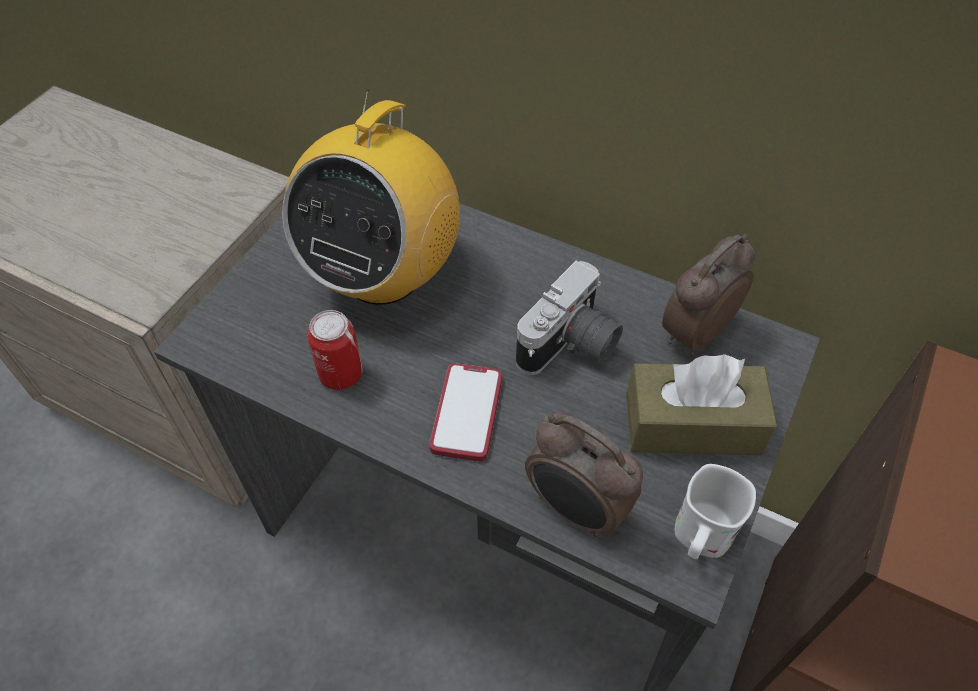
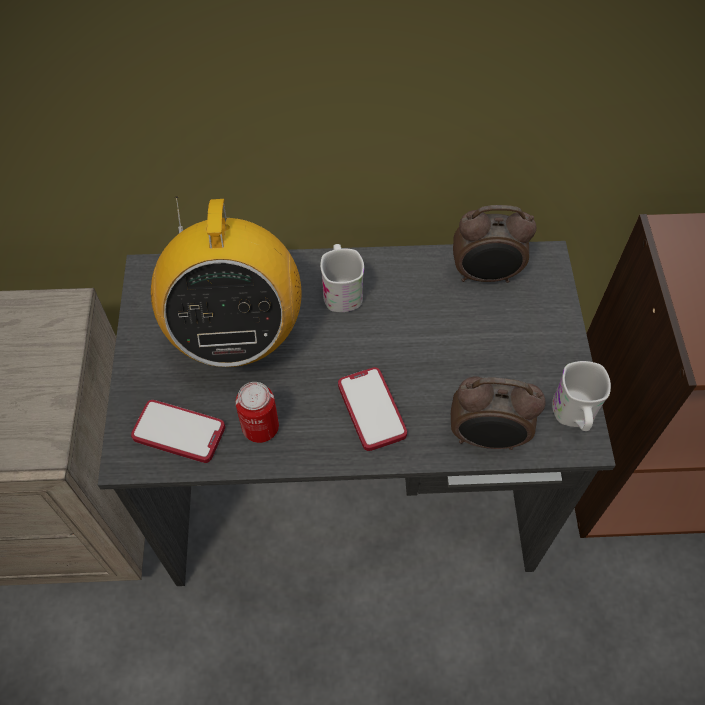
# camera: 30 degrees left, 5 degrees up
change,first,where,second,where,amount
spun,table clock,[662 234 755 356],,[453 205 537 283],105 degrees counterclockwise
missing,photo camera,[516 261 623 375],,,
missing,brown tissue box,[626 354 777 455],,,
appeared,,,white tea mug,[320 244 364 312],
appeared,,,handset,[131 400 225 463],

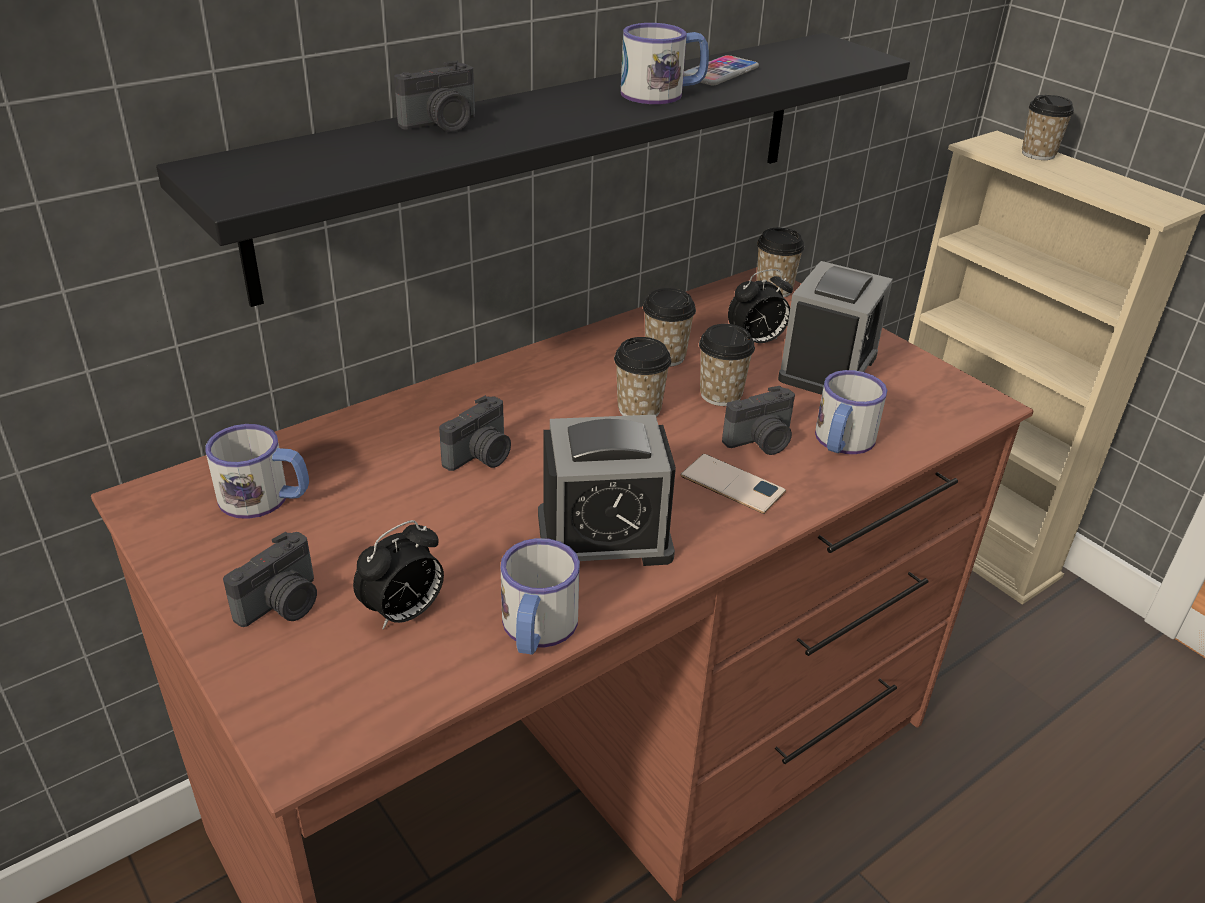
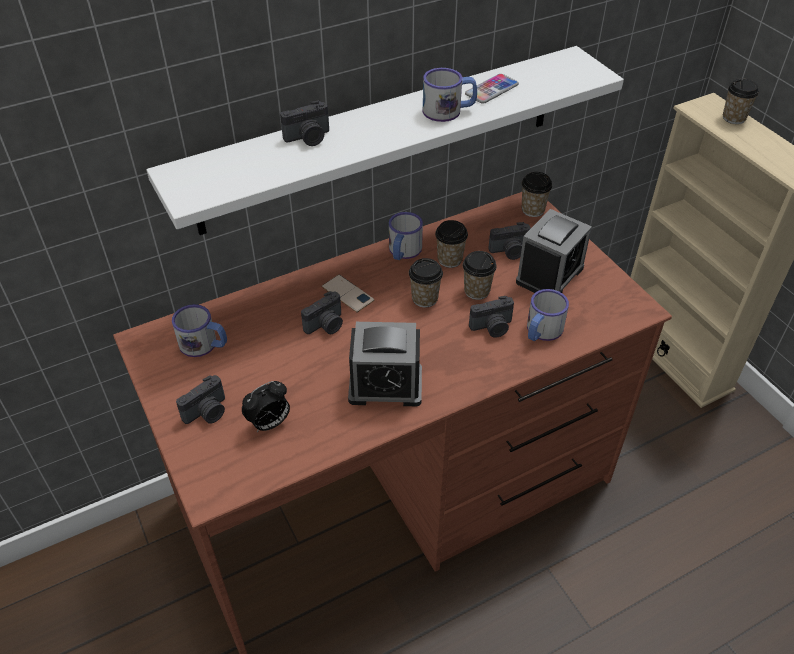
# camera: 10 degrees right, 10 degrees up
change,first,where,second,where,amount
colour,blackish bracket shelf,[156 33 910 307],white bracket shelf,[146 46 624 235],
exchanged,table clock,[728 269 793 343],photo camera,[488 222 531 260],
relocated,handset,[681 454 786 514],,[322 275 375 312],
relocated,tea mug,[501 538 580 655],,[389 212 423 260],

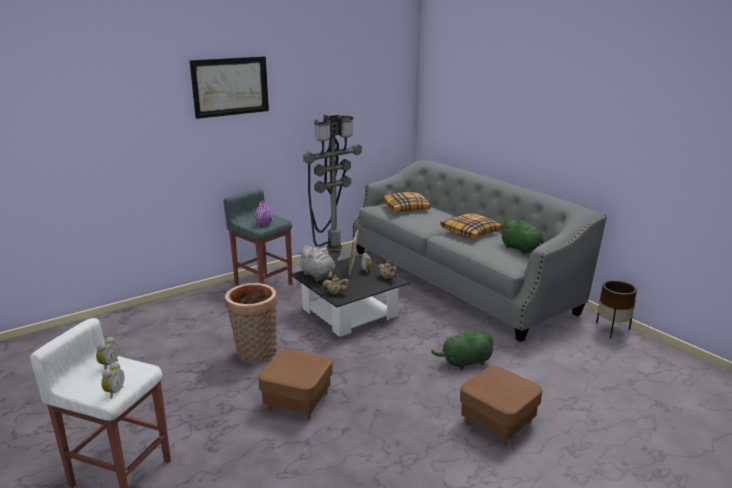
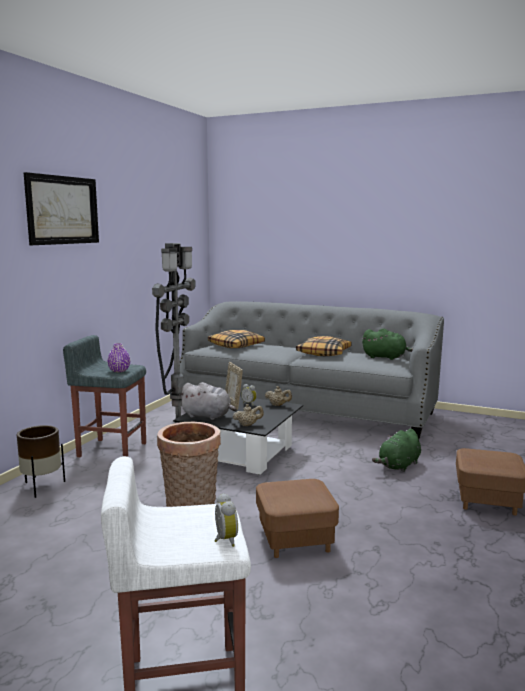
# camera: 30 degrees left, 10 degrees down
change,first,where,second,where,amount
relocated,brown plant pot,[596 280 637 338],,[17 425 65 498],
missing,table clock,[96 337 119 370],,,

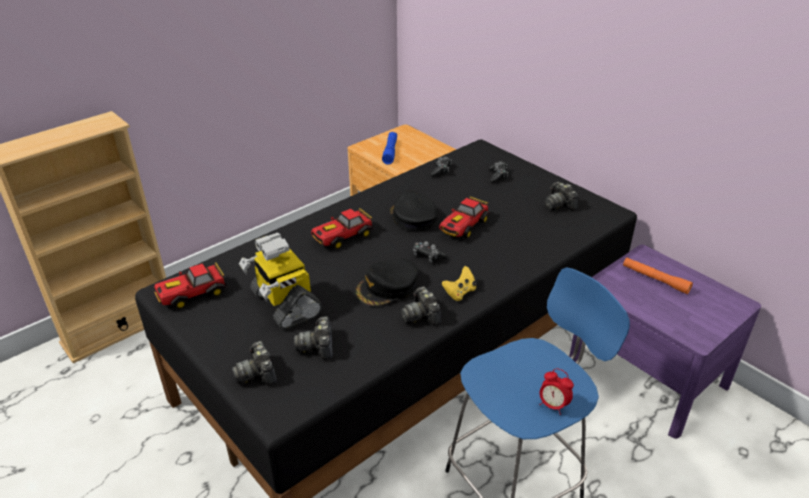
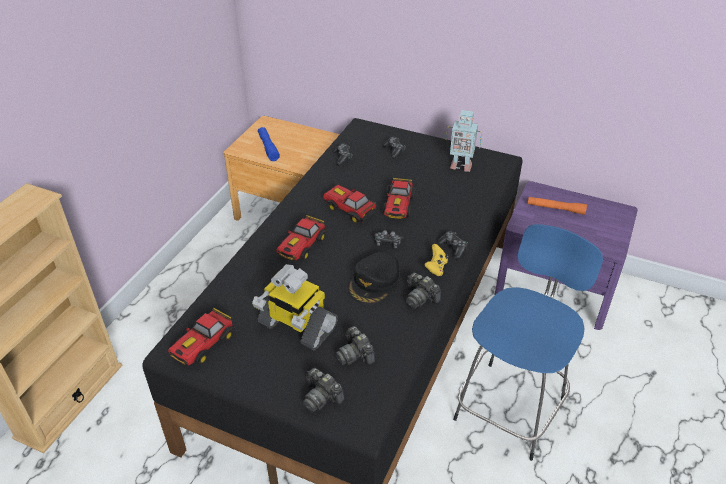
# camera: 25 degrees left, 5 degrees up
change,first,where,second,where,amount
exchanged,photo camera,[544 182 578 211],robot figure,[446 110 482 172],
exchanged,blackish baseball cap,[390 190 437 231],model car,[323 185 377 223],
missing,table clock,[539 368 574 415],,,
appeared,,,joypad,[437 231 468 259],

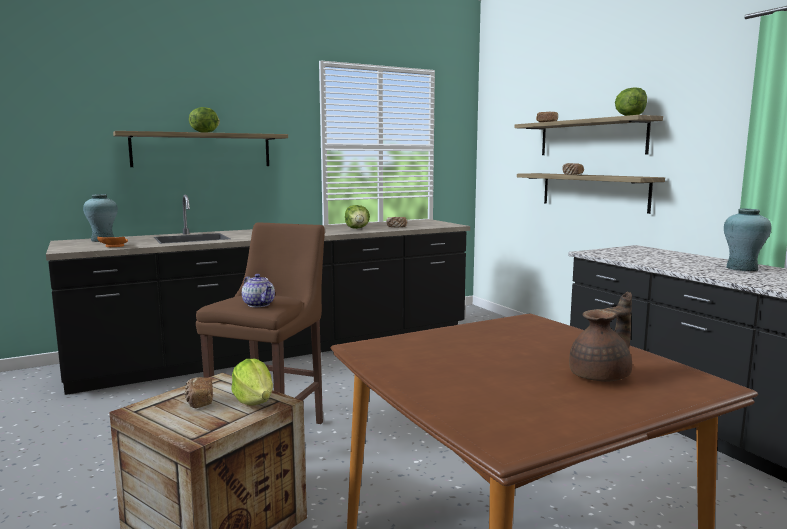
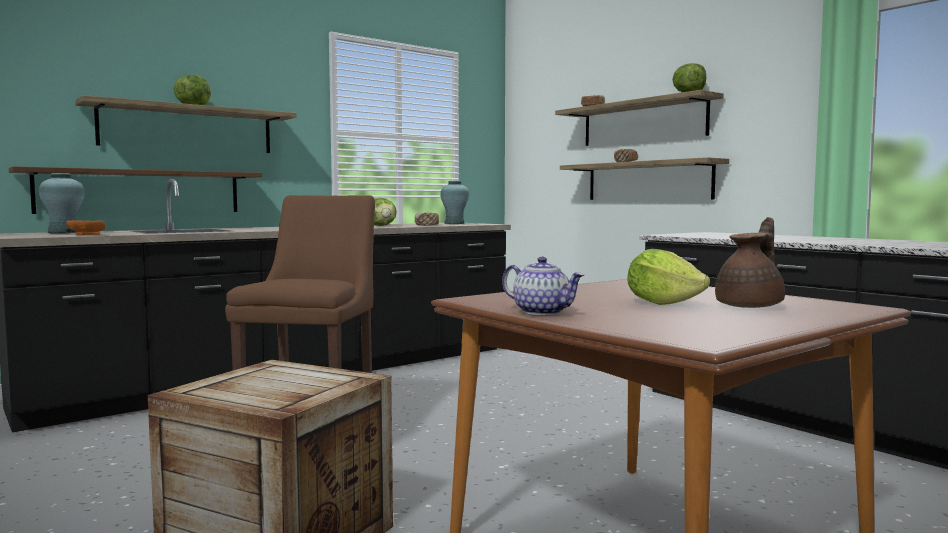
# camera: 10 degrees left, 5 degrees down
change,first,where,second,where,amount
relocated,turquoise-coloured decorative vase,[724 208 771 271],,[440 181 469 224],
relocated,pot for tea,[242 274 275 307],,[502 257 584 315],
relocated,lettuce head,[231 359 273 406],,[627 249 710 305],
missing,baked bread,[184 377 213 408],,,
appeared,,,brown bracket shelf,[9 166 262 214],

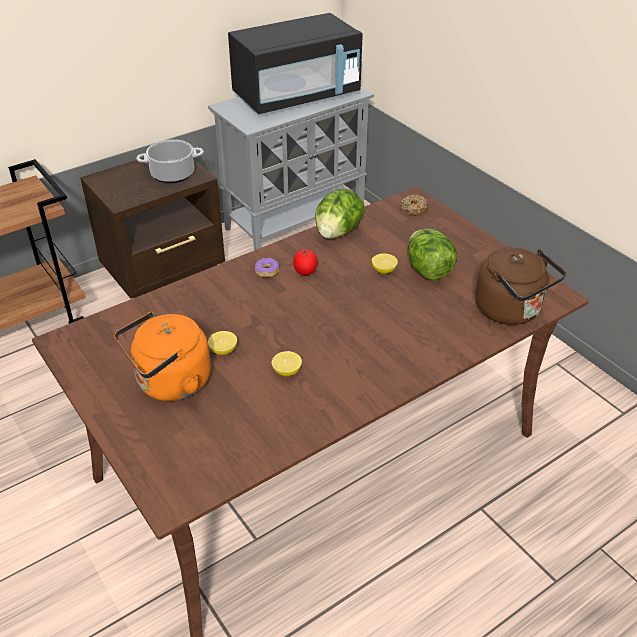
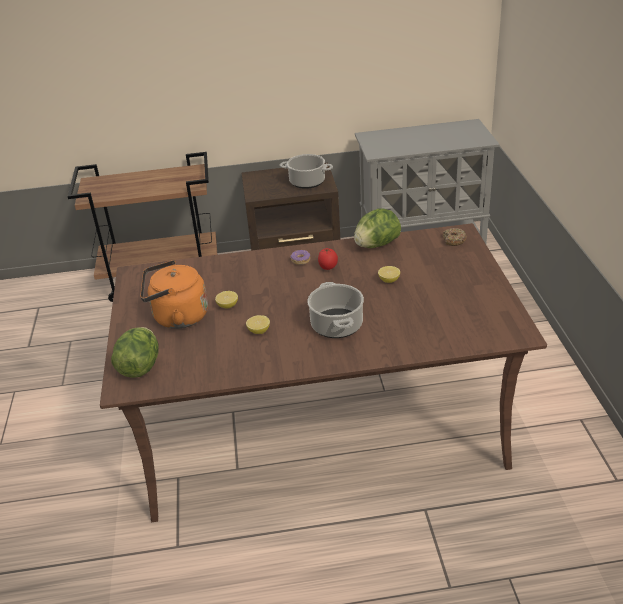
# camera: 30 degrees right, 5 degrees down
change,first,where,second,where,amount
missing,blackish kitchen microwave,[228 13 363 114],,,
relocated,lettuce head,[408 229 457 280],,[111 327 159 378],
missing,brown kettle,[475 247 566 325],,,
appeared,,,stockpot,[307 282 364 338],

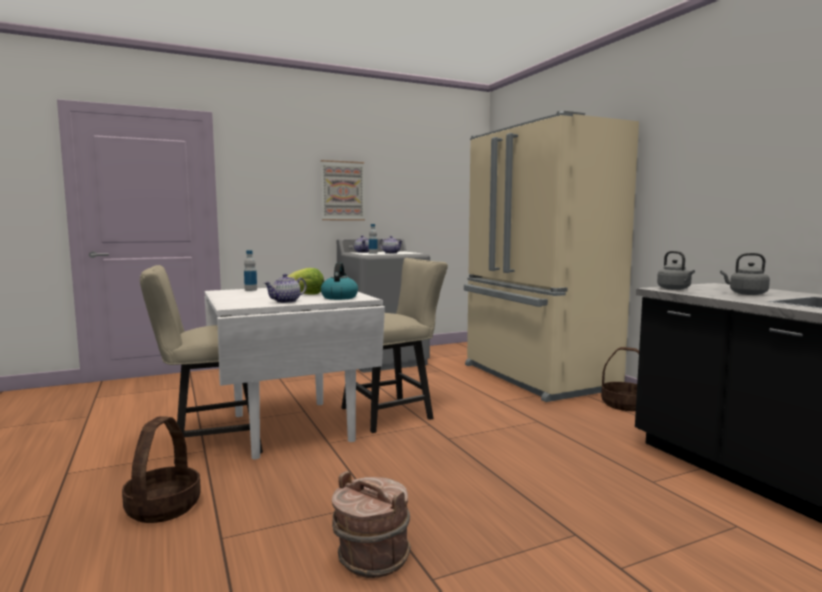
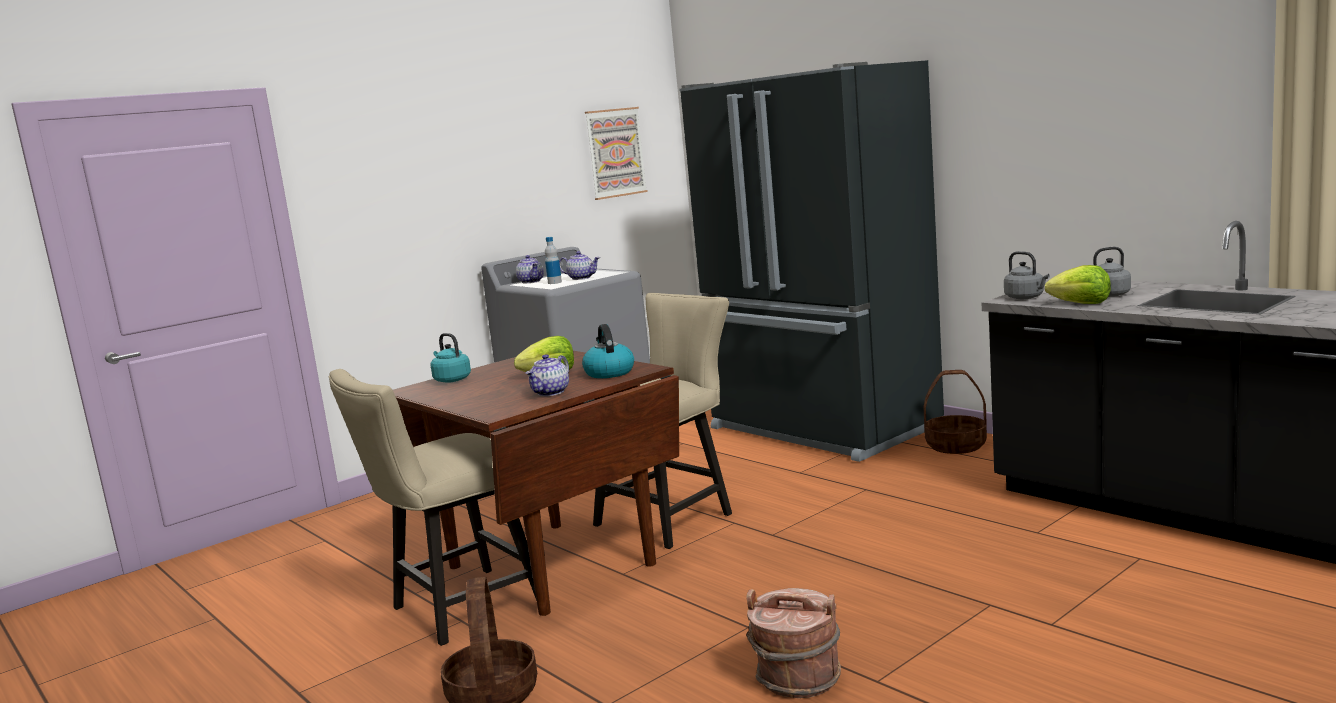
# camera: 15 degrees left, 5 degrees up
change,first,where,second,where,amount
colour,sand-coloured kitchen fridge,[464 111 639 402],blackish kitchen fridge,[679 60 944 462],
relocated,wall picture,[321 160 365 220],,[585 107 648 200],
exchanged,beverage bottle,[244 250 257 291],turquoise-coloured kettle,[430 333 471 383],
colour,white kitchen table,[205 288 385 459],brown kitchen table,[393 351 679 616],
appeared,,,lettuce head,[1045 265 1111 304],

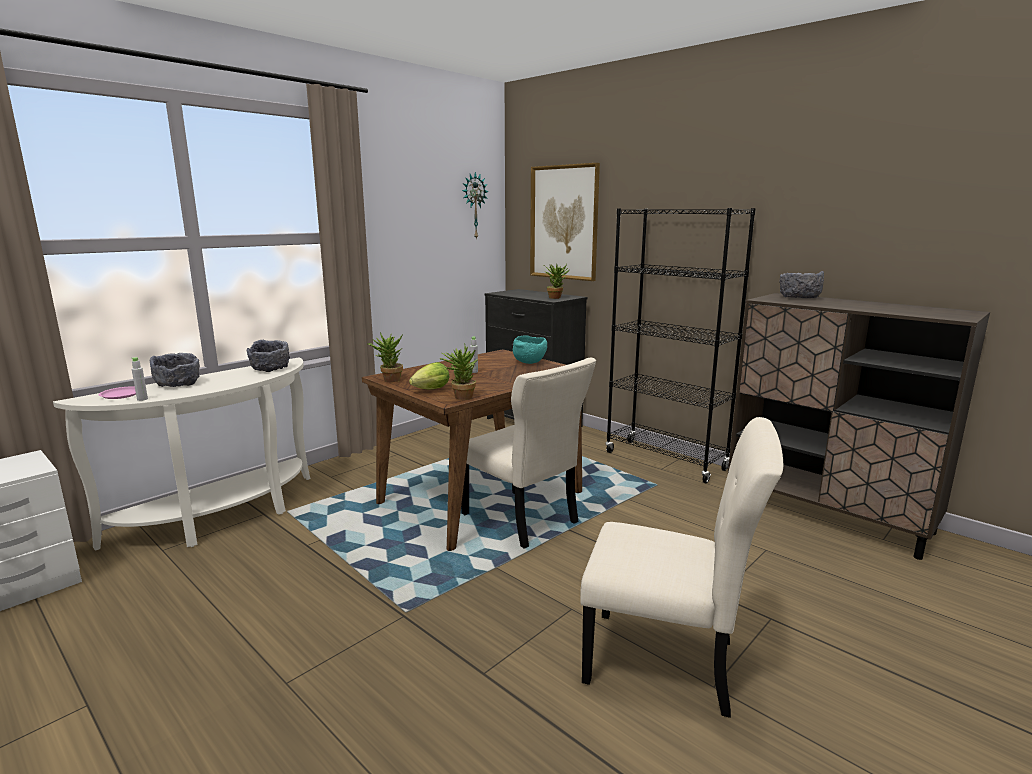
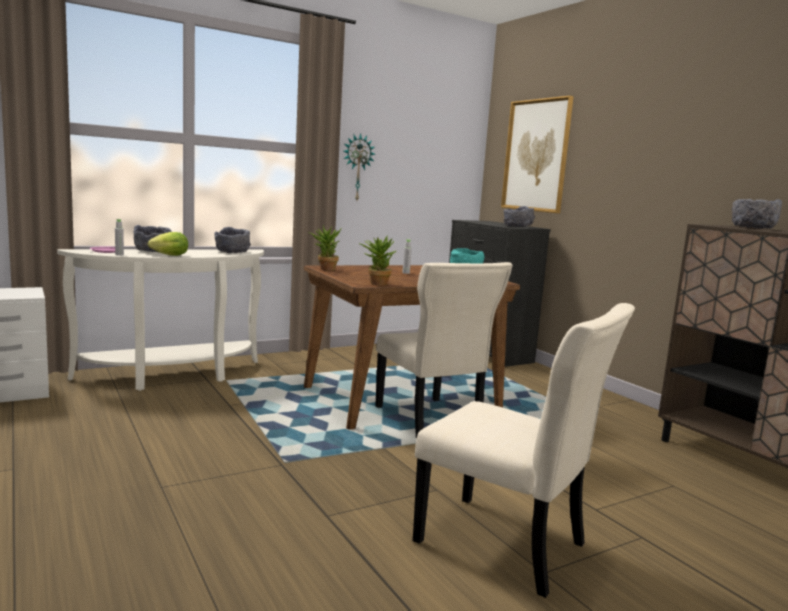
# camera: 15 degrees right, 5 degrees down
change,first,where,second,where,amount
relocated,hanging clock,[462 172 489 240],,[343 133 375 200],
missing,blackish bookshelf,[606 208 756 483],,,
exchanged,houseplant,[544 264 569 299],gray serving bowl,[503 206 535 227],
relocated,lettuce head,[409 362 449 390],,[148 232 188 256],

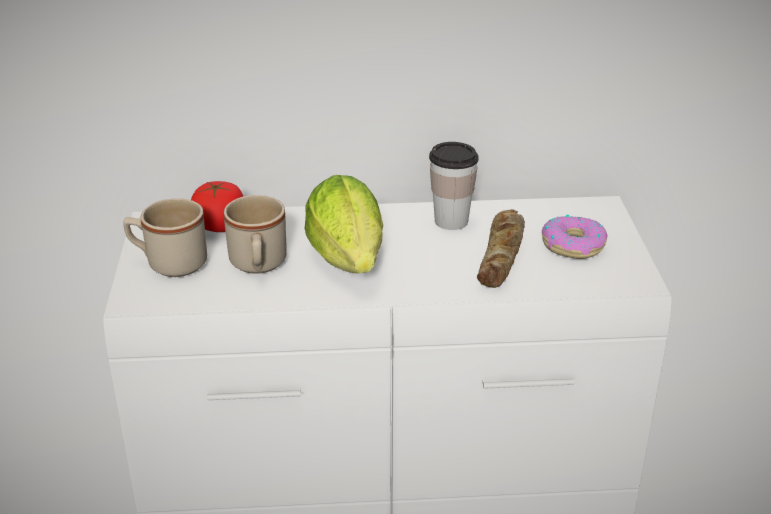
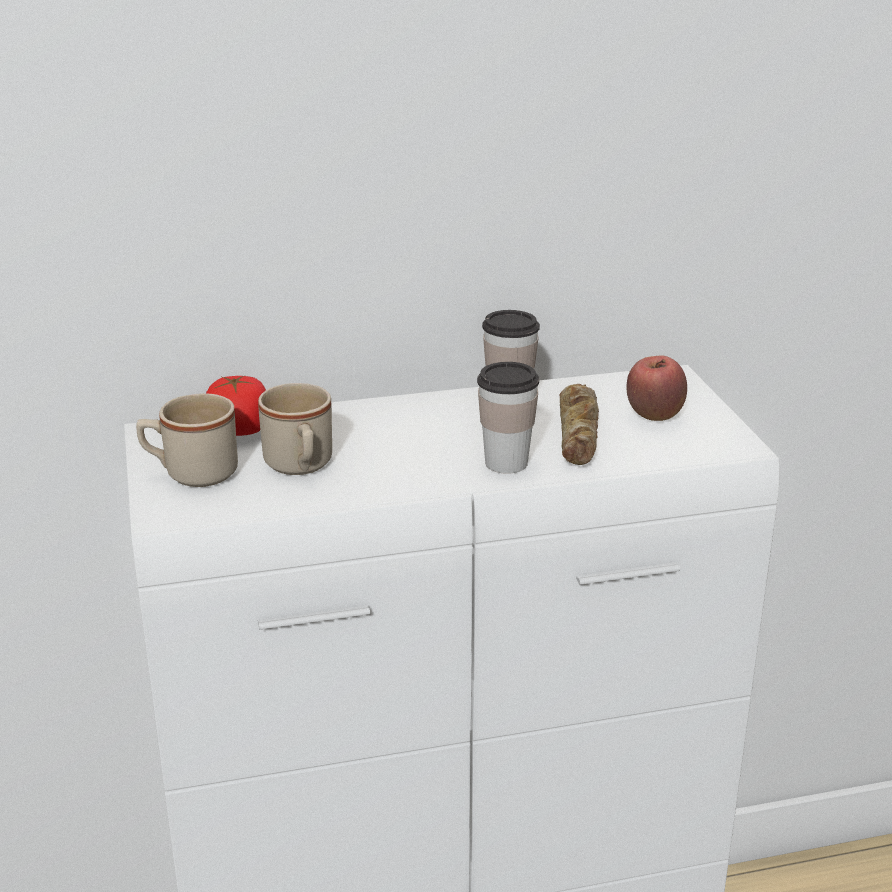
# camera: 10 degrees left, 5 degrees down
change,first,where,second,where,amount
missing,lettuce head,[305 175 383 273],,,
exchanged,donut,[542 215 608 259],whole apple,[626 355 687 421],
appeared,,,drinking cup,[477 362 539 474],

